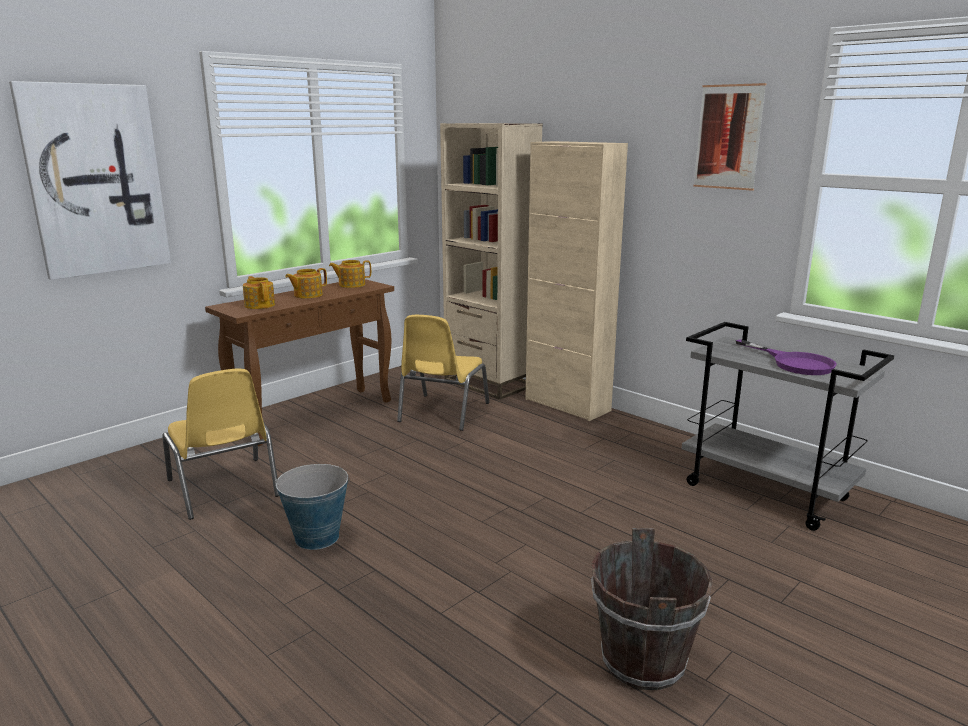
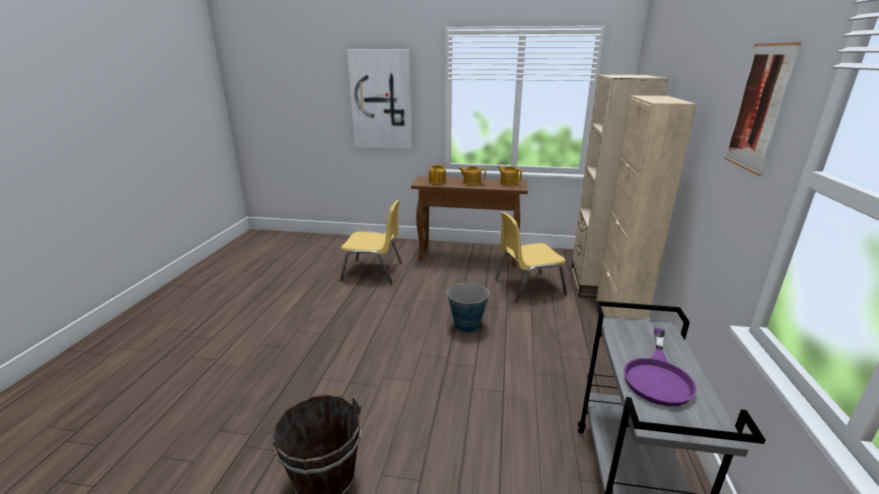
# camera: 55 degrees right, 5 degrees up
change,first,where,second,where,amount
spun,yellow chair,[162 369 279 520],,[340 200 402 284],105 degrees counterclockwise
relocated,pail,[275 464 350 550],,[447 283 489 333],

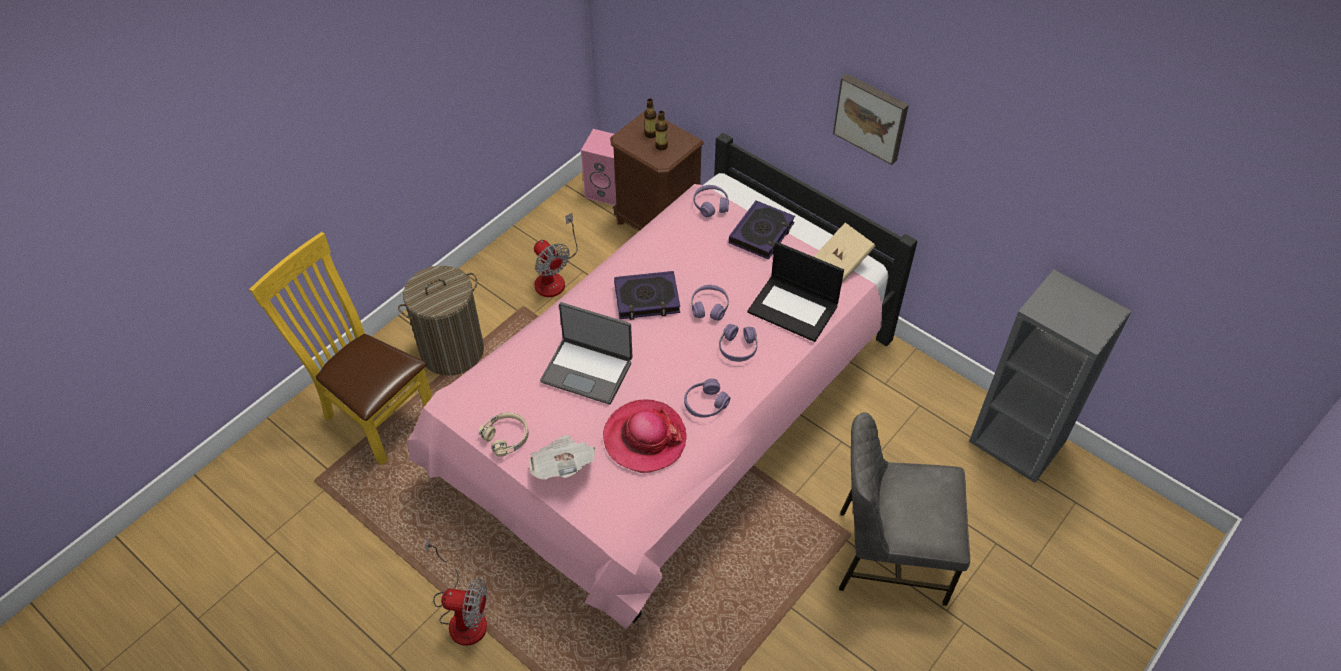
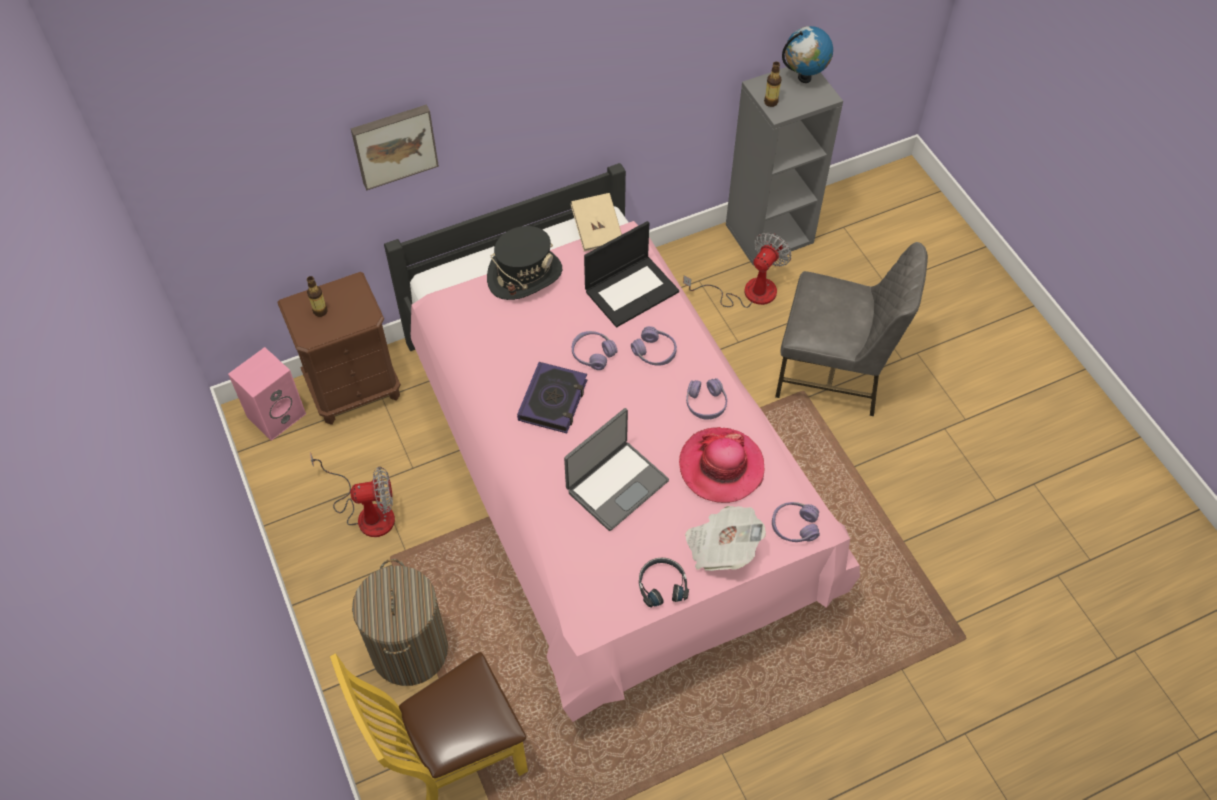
# camera: 65 degrees left, 5 degrees up
change,first,where,second,where,amount
relocated,wall picture,[833 74 909 165],,[351 105 439 190],
relocated,beverage bottle,[655 111 668 150],,[764 62 781 107],
relocated,purple pair of headphones,[694 185 729 217],,[772 502 820 542],
exchanged,volume,[729 200 795 260],blackish hat,[487 226 562 300],
colour,sand-coloured pair of headphones,[478 412 529 457],blackish pair of headphones,[639 558 689 608],
spun,gray chair,[839 412 970 606],,[775 242 928 416],105 degrees counterclockwise
relocated,electric fan,[425 537 487 645],,[683 232 791 308],
appeared,,,world globe,[782 26 833 83],

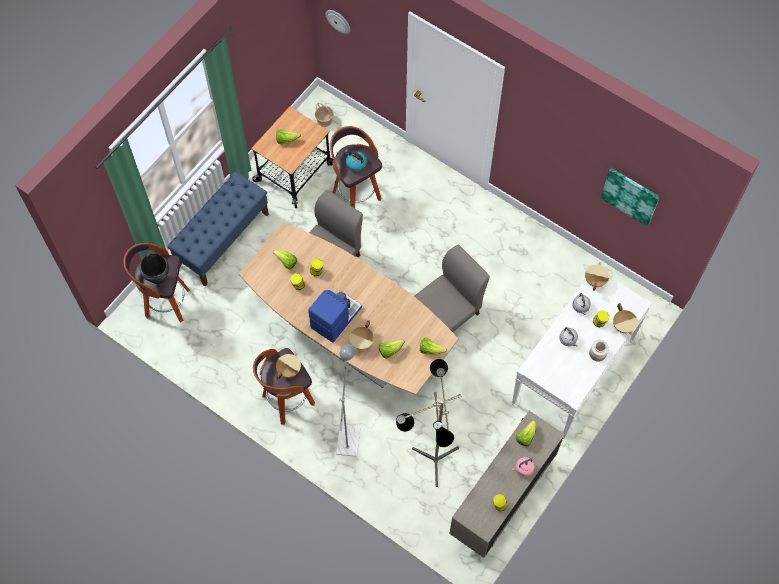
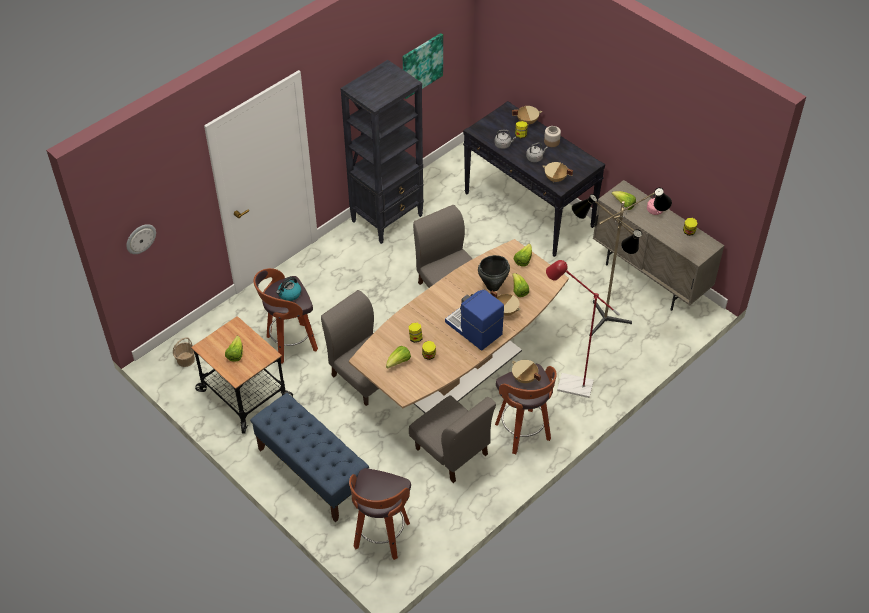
# camera: 80 degrees left, 15 degrees down
change,first,where,second,where,amount
relocated,blackish stockpot,[140 253 169 284],,[478 255 510 292],
relocated,sand-coloured stockpot,[585 262 610 291],,[543 162 573 182],
colour,white narrow table,[512 278 652 439],blackish narrow table,[463 101 605 257],
colour,gray standing lamp,[336 344 361 457],red-coloured standing lamp,[546 260 620 398],
appeared,,,blackish bookshelf,[340 60 424 244],
appeared,,,gray chair,[409 395 496 483],

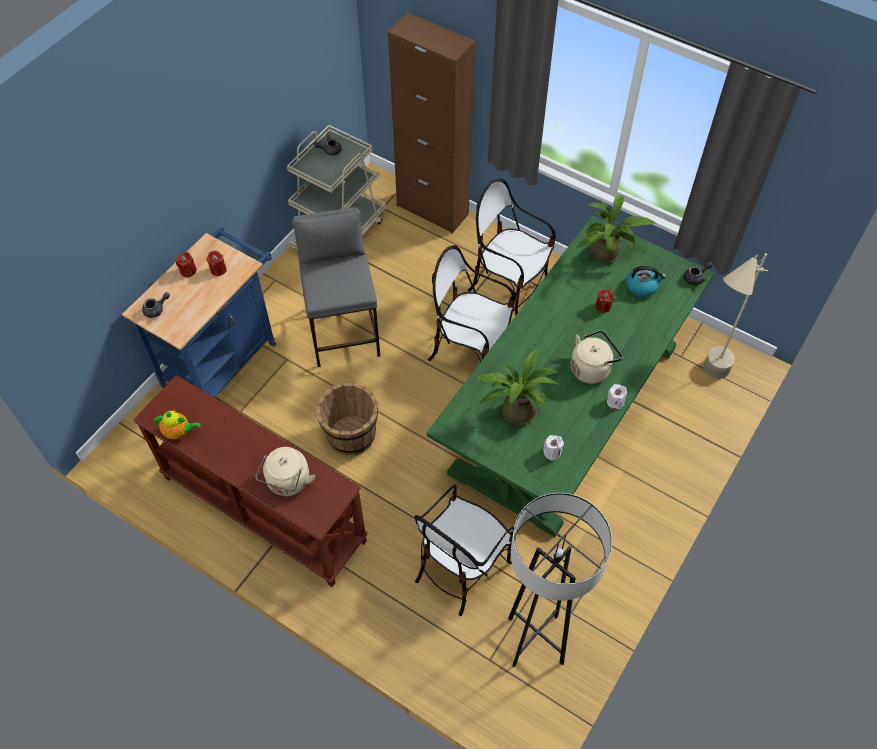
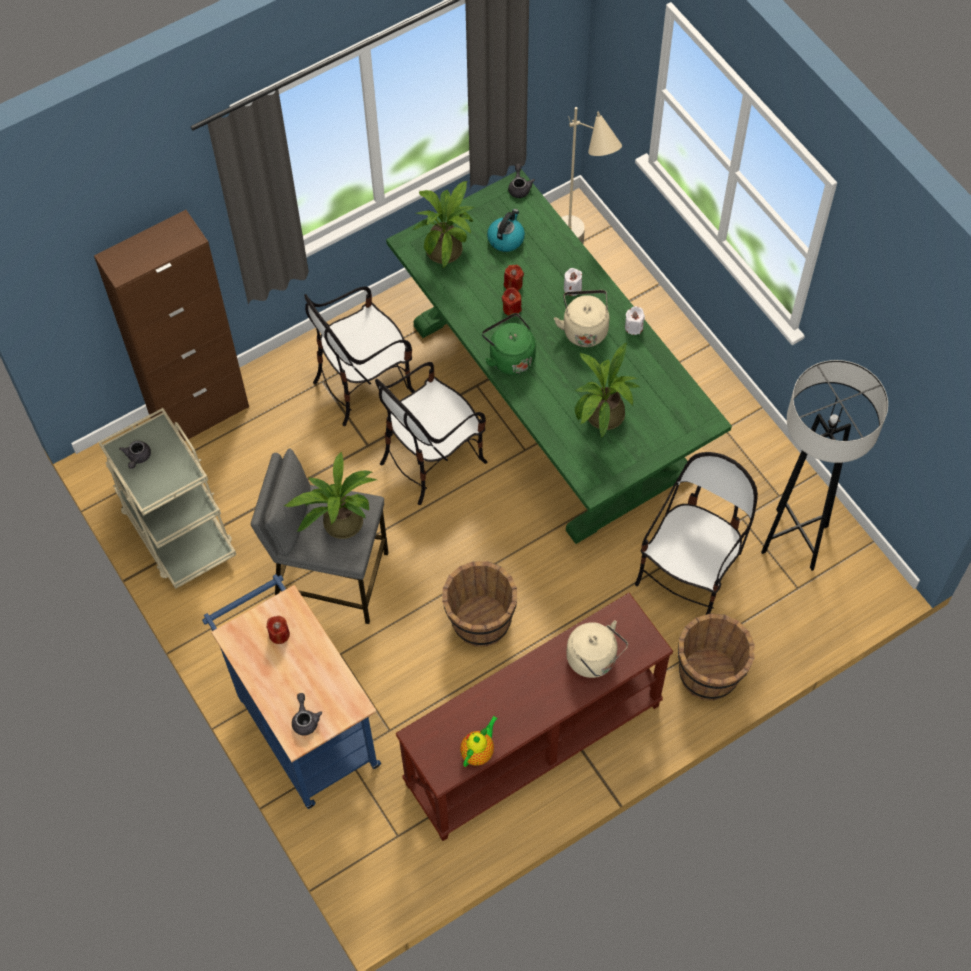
# camera: 65 degrees left, 5 degrees up
change,first,where,second,where,amount
relocated,red-coloured wax light,[176 252 197 278],,[502 288 522 316],
relocated,white wax light,[543 435 564 461],,[564 268 583 296],
spun,chair,[414 484 516 616],,[635 452 758 615],120 degrees counterclockwise
appeared,,,greenish kettle,[482 313 536 375],
appeared,,,houseplant,[283 452 377 539],
appeared,,,brown pail,[678 613 755 701],

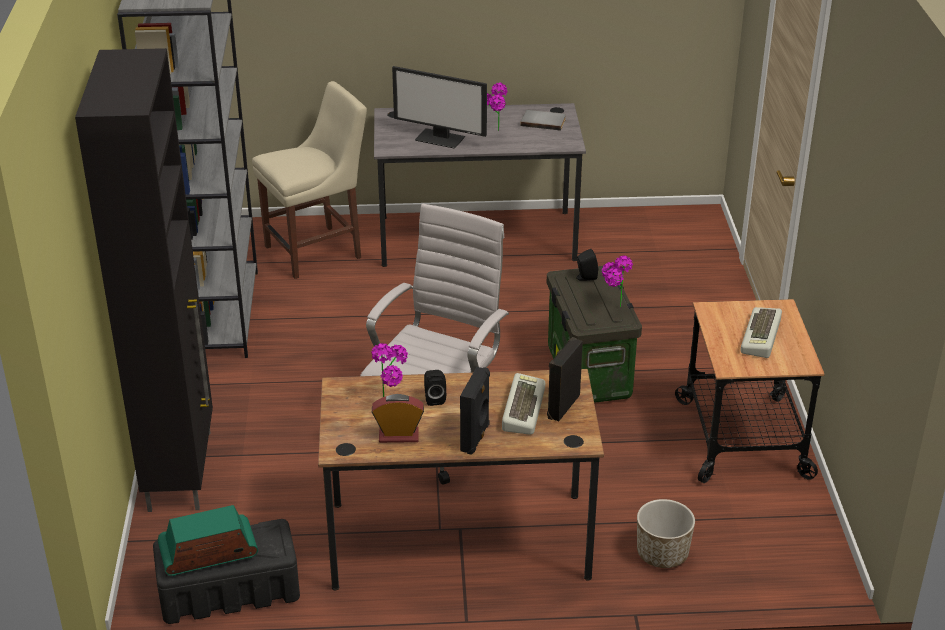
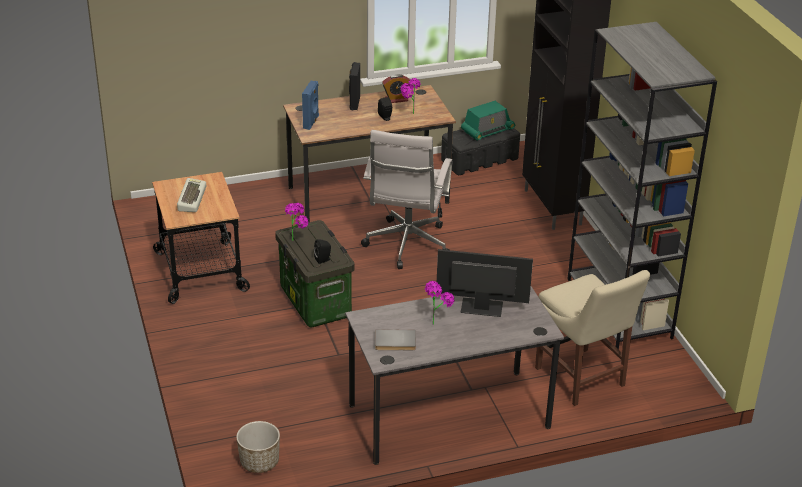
# camera: 165 degrees right, 0 degrees up
change,first,where,second,where,amount
spun,sand-coloured chair,[252 81 367 279],,[535 270 650 406],75 degrees counterclockwise
colour,blackish speaker,[547 337 583 421],blue-coloured speaker,[302 81 319 130],
missing,PC keyboard,[502 373 545 435],,,
relocated,plant pot,[637 499 695 568],,[236 421 280 473],

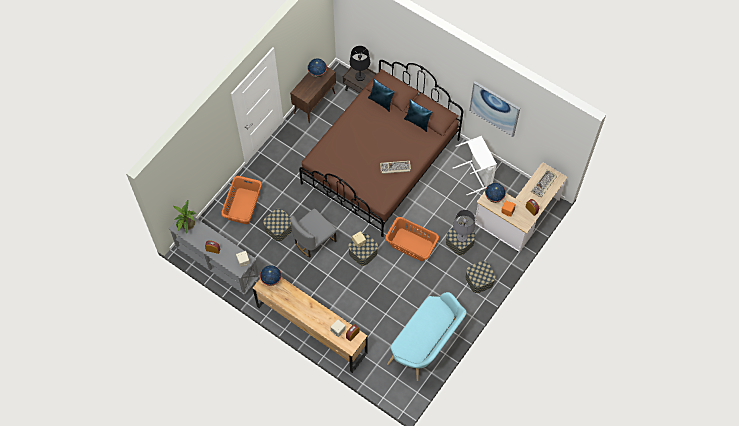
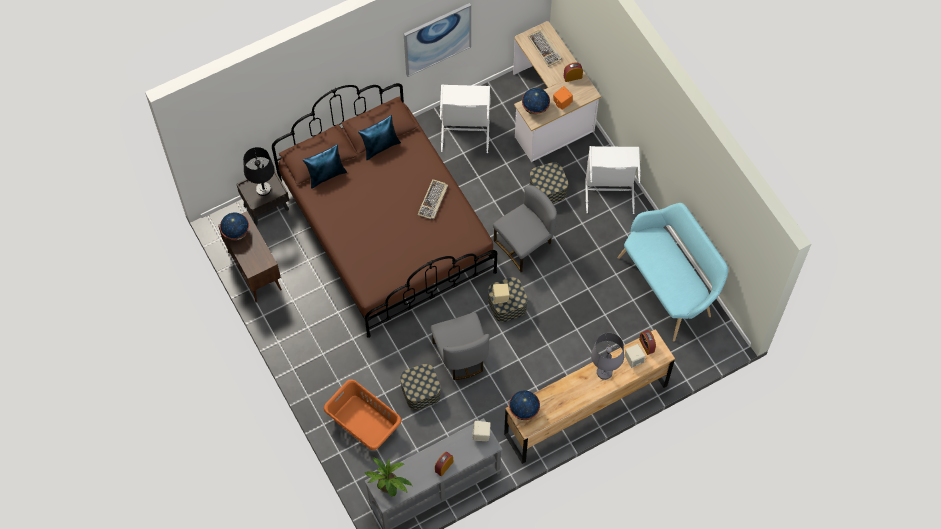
# camera: 65 degrees left, 0 degrees up
change,first,where,second,where,amount
relocated,gray table lamp,[453 210 475 242],,[591 333 624 380],
exchanged,orangey laundry basket,[385 217 439 261],gray chair,[493 185 557 272],
exchanged,storage box,[465 261 495 293],white laundry basket,[585 146 641 214],

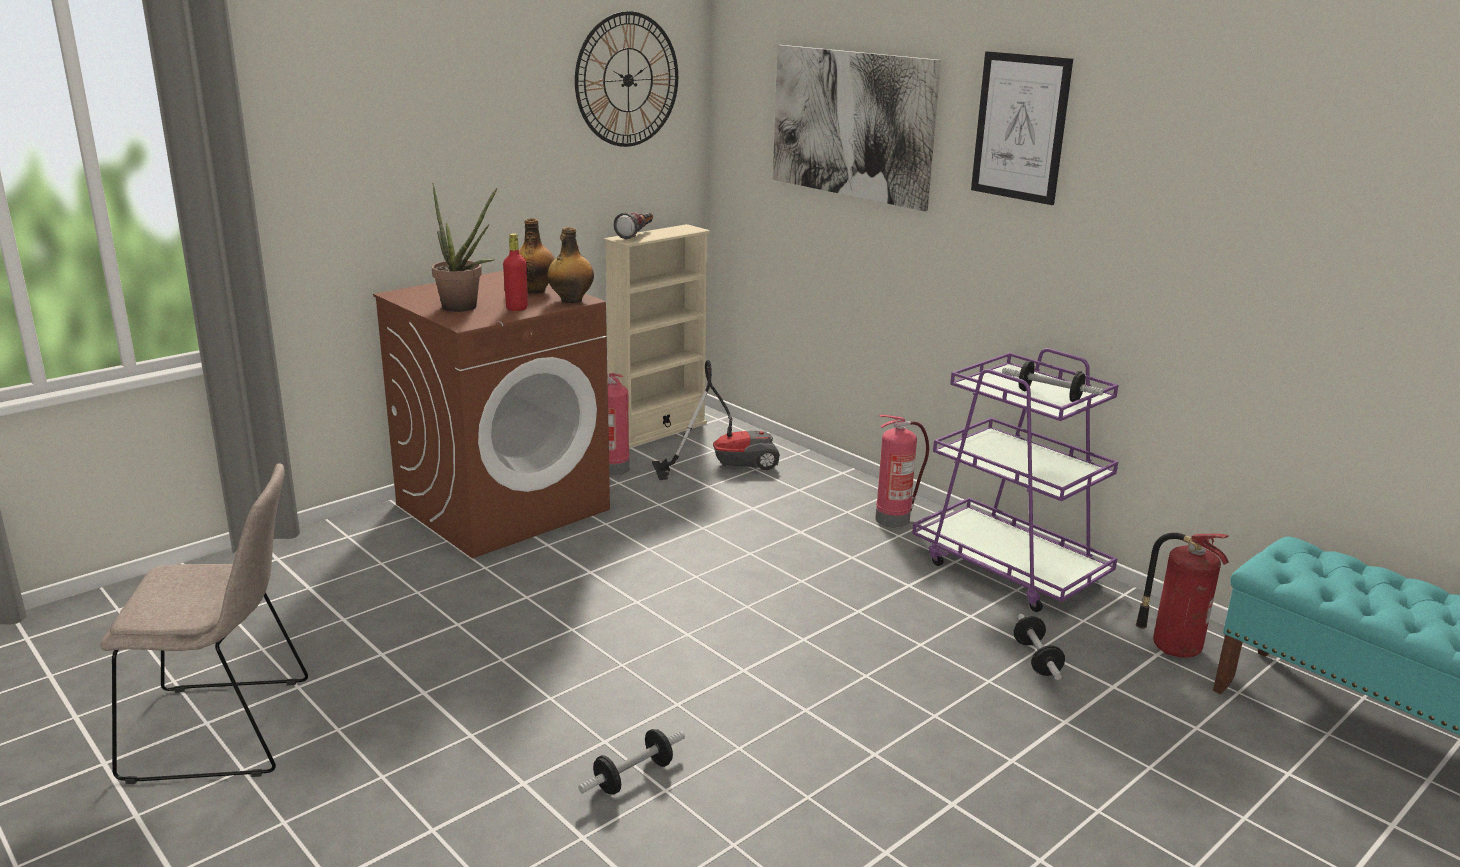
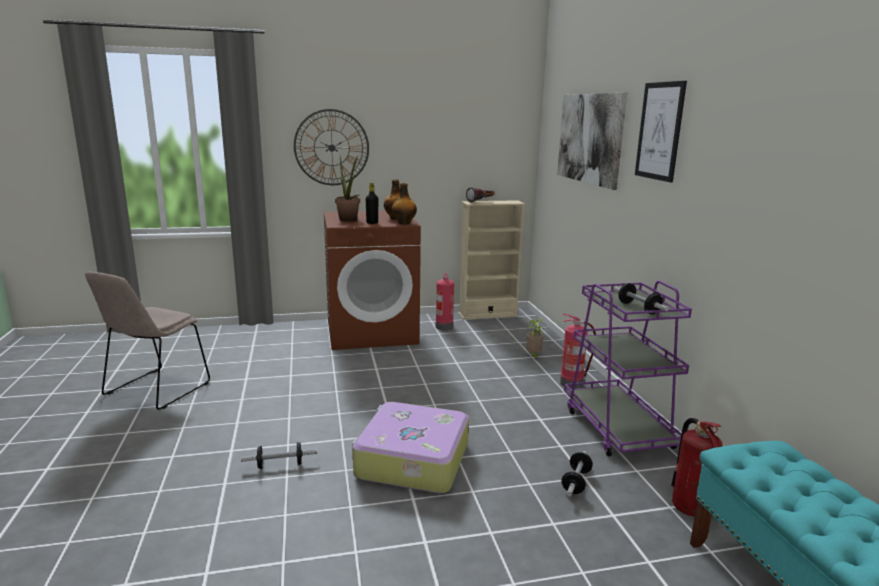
# camera: 30 degrees right, 5 degrees down
change,first,where,second,where,amount
relocated,hanging clock,[575 11 678 147],,[294 109 369 185],
colour,red-coloured beverage bottle,[503 233 528 311],blackish beverage bottle,[366 183 378 224],
missing,hoover,[652 360 780 480],,,
spun,sand-coloured chair,[100 463 308 784],,[85 272 210 410],90 degrees clockwise
appeared,,,houseplant,[527 319 544 360],
appeared,,,piece of luggage,[352 402 469 493],

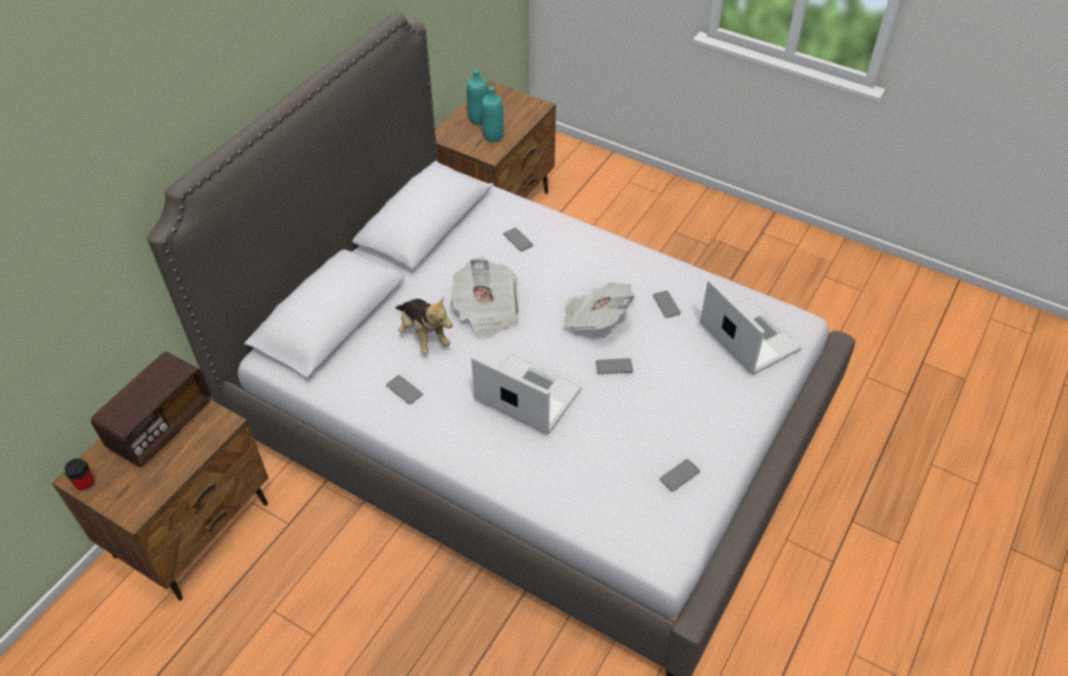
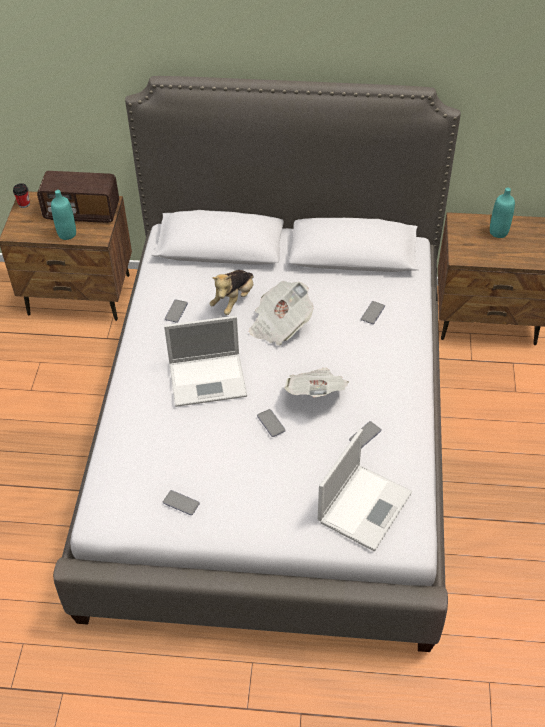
# camera: 65 degrees right, 0 degrees up
change,first,where,second,where,amount
relocated,turquoise-coloured beverage bottle,[482 86 504 142],,[51 190 76 240],
spun,portable computer,[471 354 582 435],,[164 316 247 407],75 degrees clockwise

